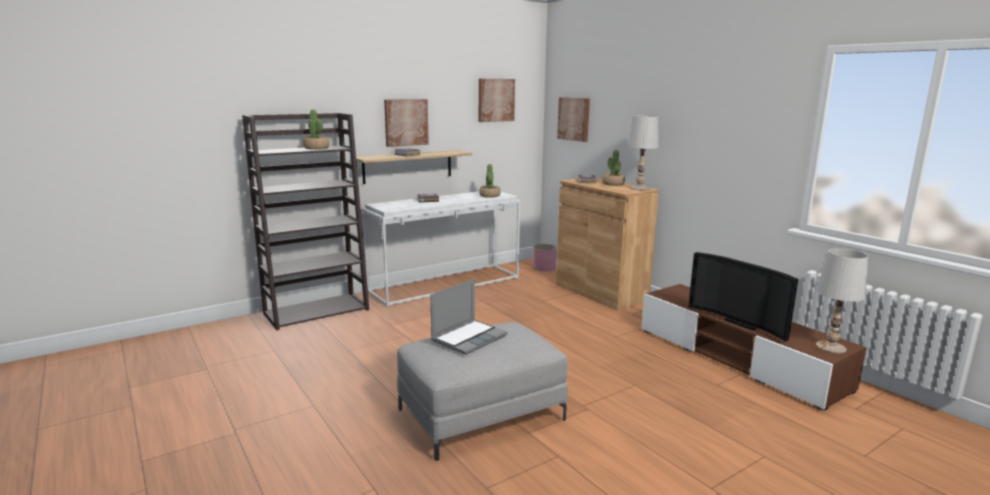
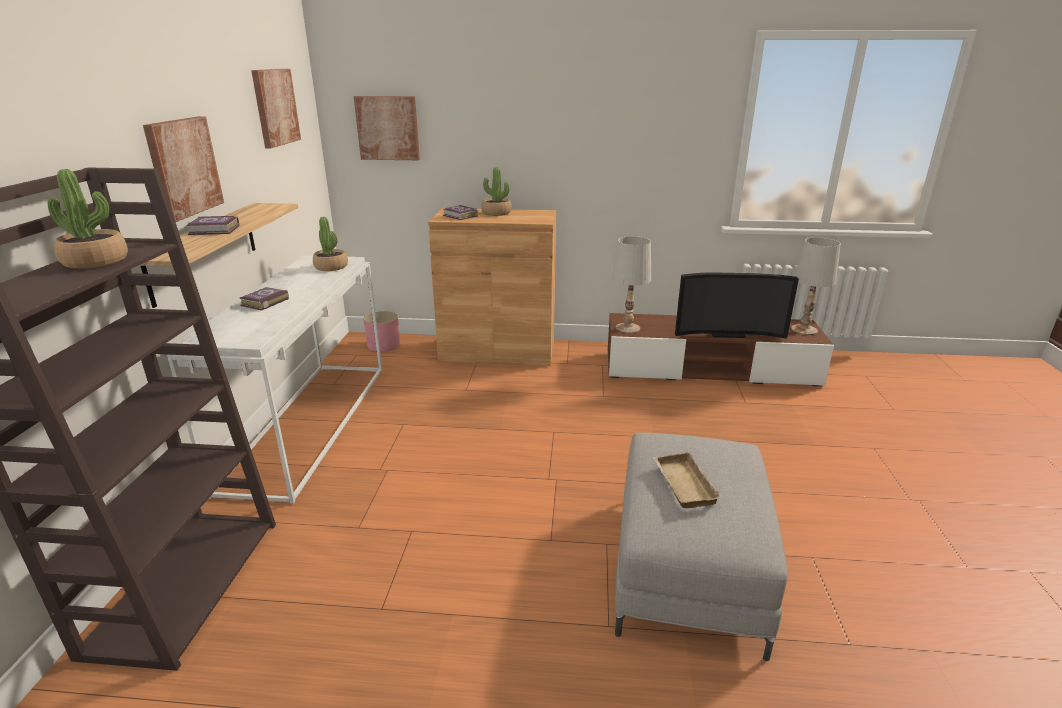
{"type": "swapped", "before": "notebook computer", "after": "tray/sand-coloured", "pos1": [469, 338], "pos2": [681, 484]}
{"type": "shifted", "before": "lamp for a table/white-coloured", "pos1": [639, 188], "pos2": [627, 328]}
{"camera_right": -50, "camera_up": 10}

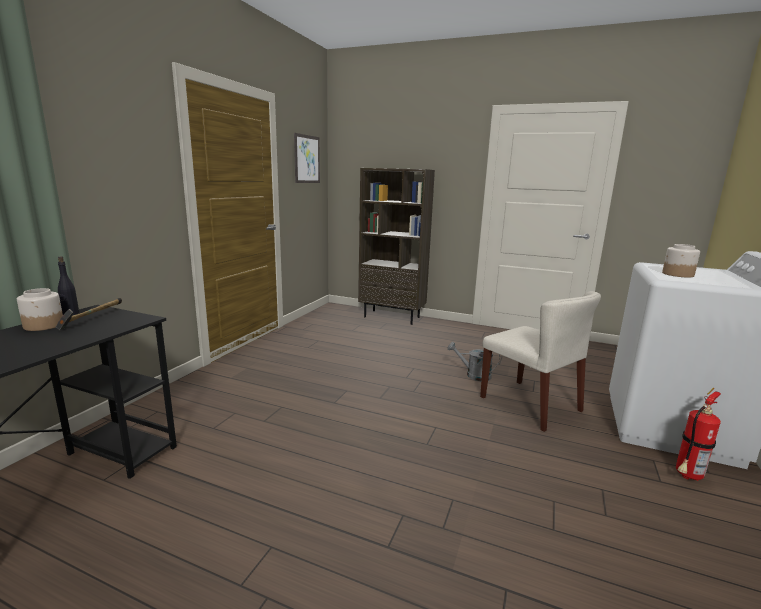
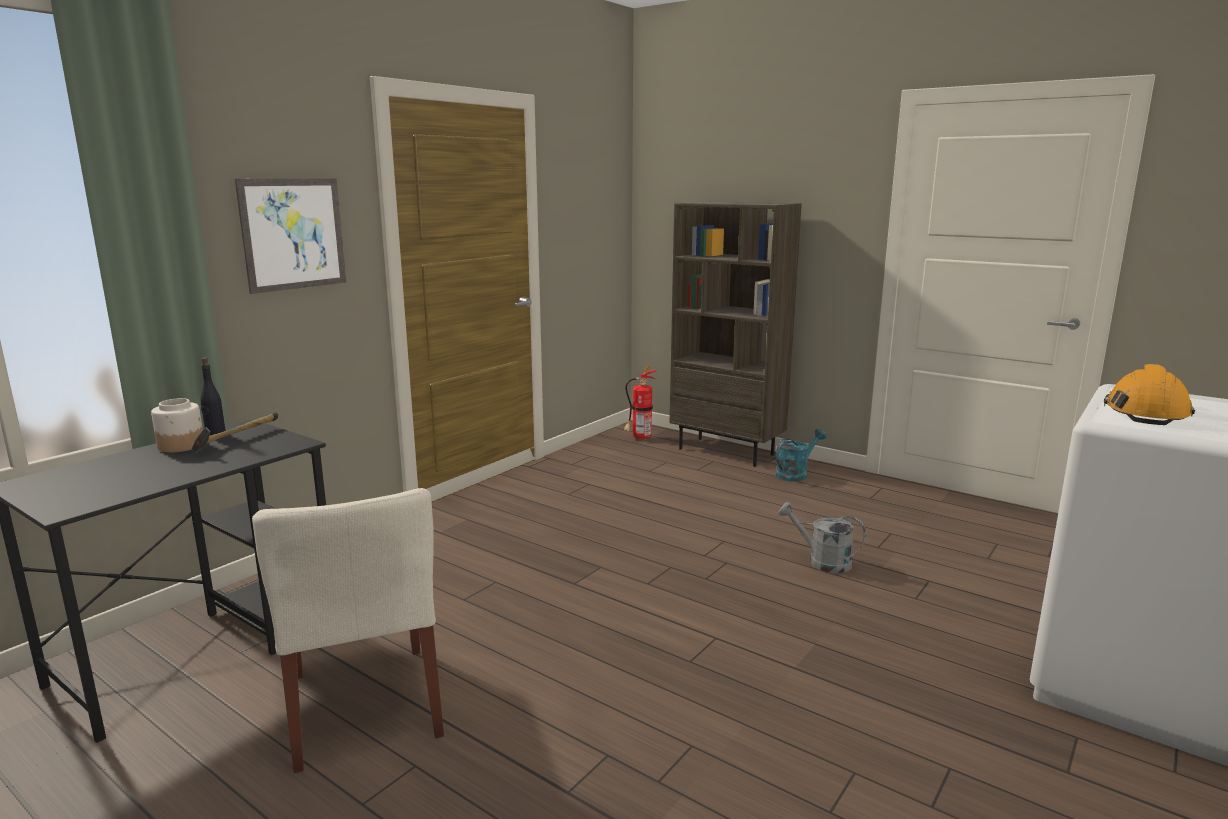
{"type": "shifted", "before": "wall picture", "pos1": [307, 159], "pos2": [293, 234]}
{"type": "shifted", "before": "upright chair/sand-coloured", "pos1": [531, 404], "pos2": [365, 705]}
{"type": "swapped", "before": "storage jar", "after": "work helmet/orangey", "pos1": [677, 274], "pos2": [1145, 412]}
{"type": "shifted", "before": "fire extinguisher", "pos1": [687, 476], "pos2": [639, 438]}
{"type": "new", "after": "sprinkling can/blue-green", "pos2": [795, 474]}
{"camera_right": 15, "camera_up": 0}

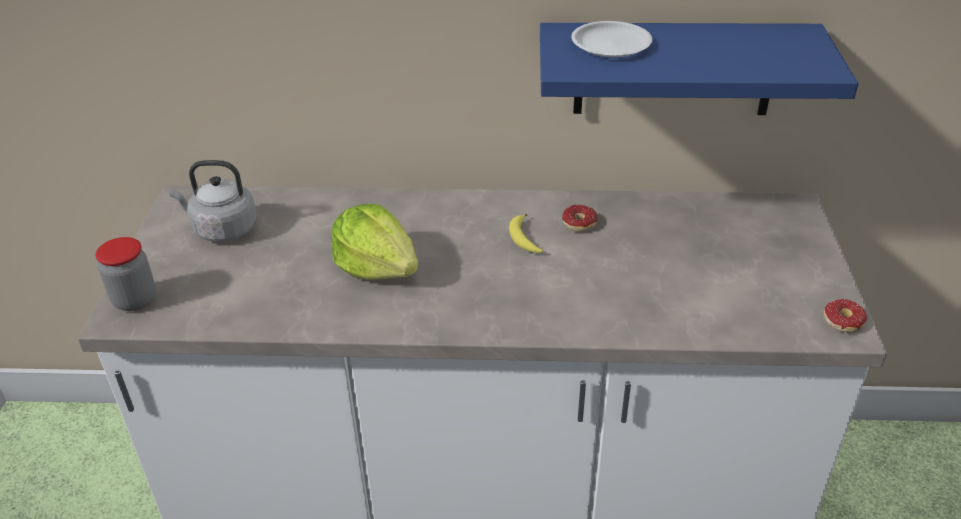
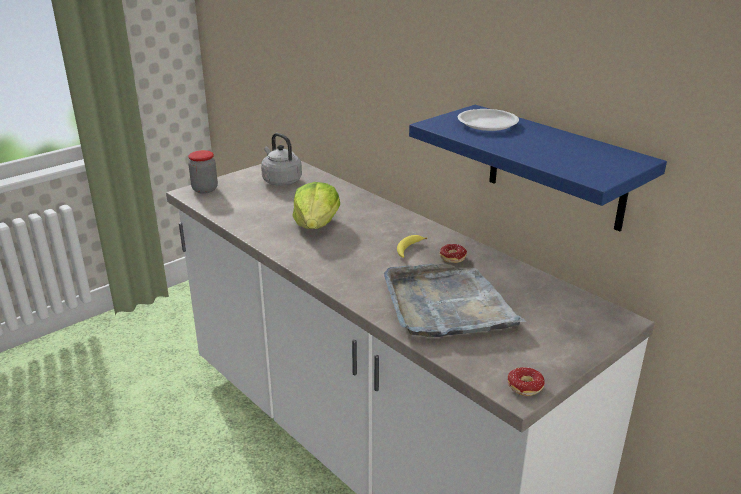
{"type": "new", "after": "tray/gray", "pos2": [447, 305]}
{"camera_right": 45, "camera_up": -10}

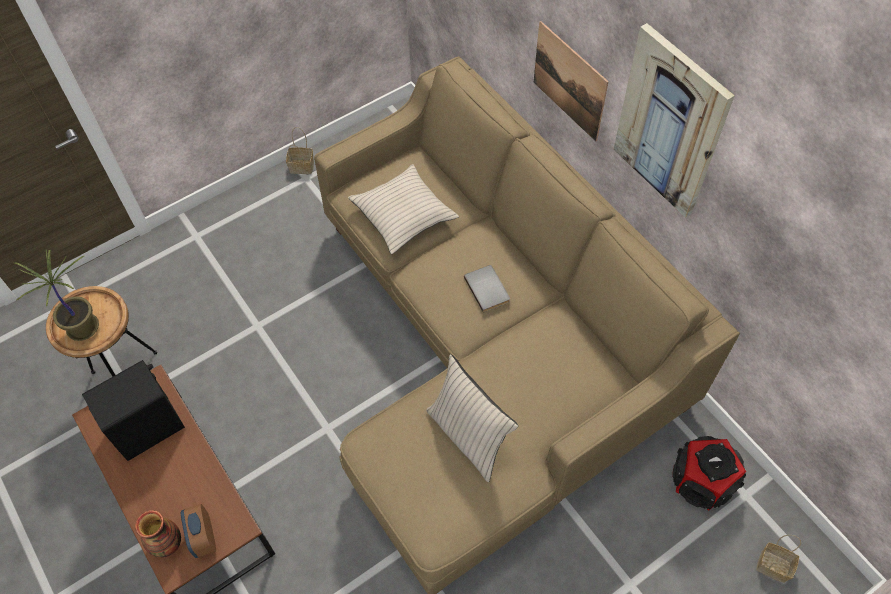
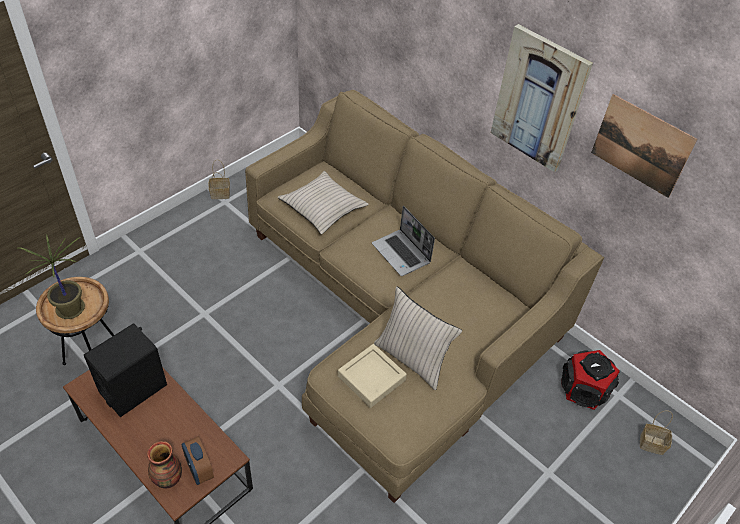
{"type": "swapped", "before": "book/gray", "after": "notebook computer", "pos1": [488, 289], "pos2": [402, 254]}
{"type": "shifted", "before": "wall picture", "pos1": [569, 81], "pos2": [641, 146]}
{"type": "new", "after": "tray/sand-coloured", "pos2": [371, 378]}
{"camera_right": -15, "camera_up": -10}

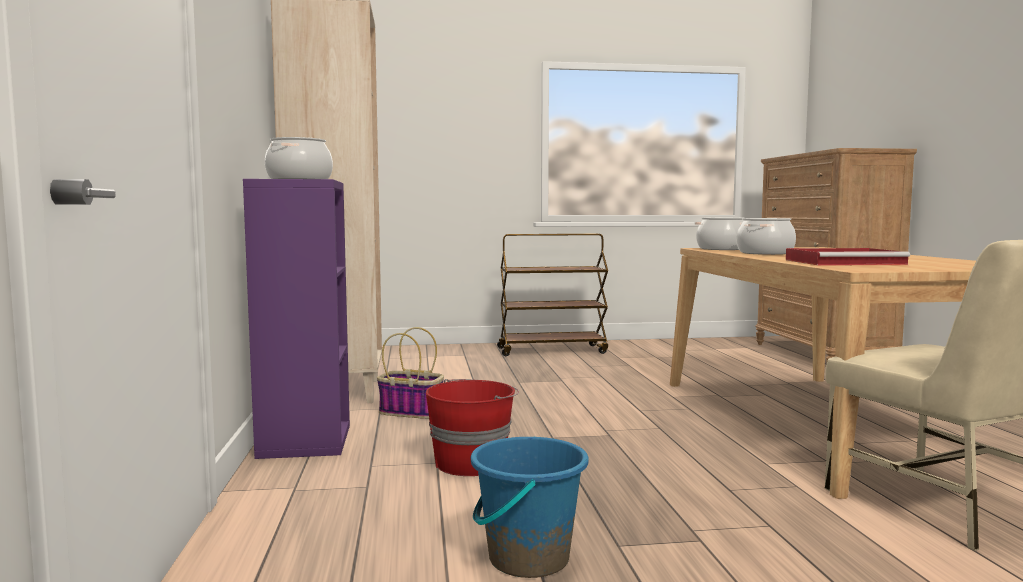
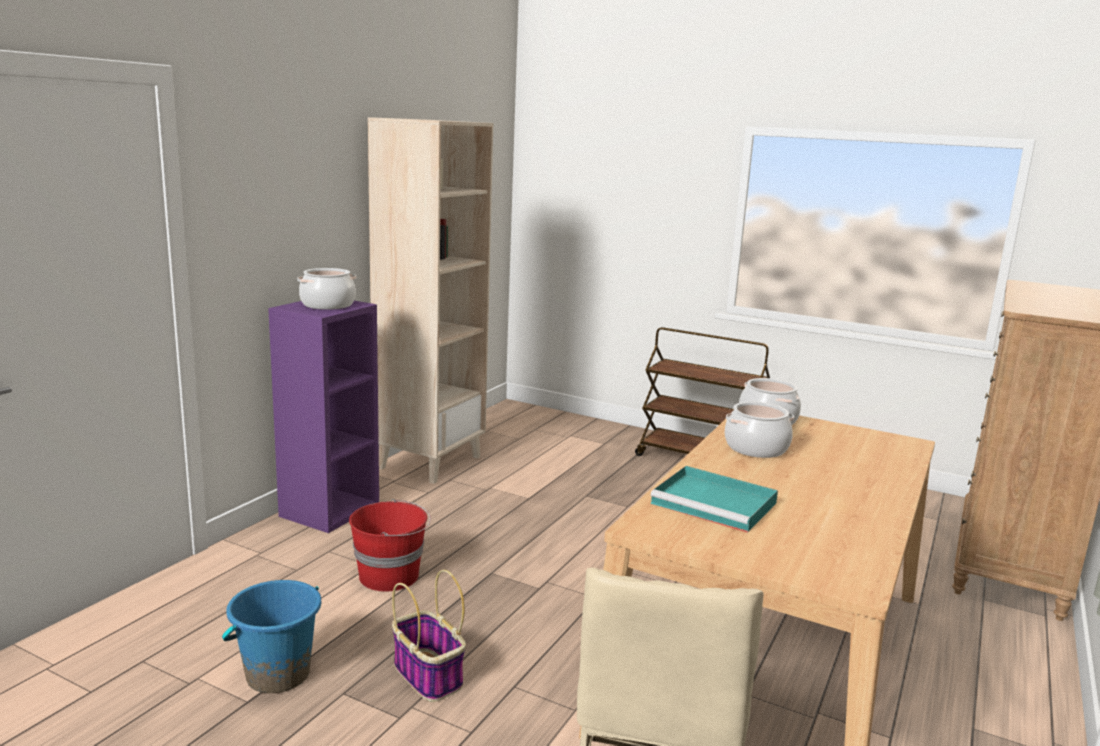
{"type": "shifted", "before": "household basket", "pos1": [412, 412], "pos2": [429, 676]}
{"type": "repainted", "before": "tray/red-coloured", "after": "tray/blue-green", "pos1": [846, 262], "pos2": [716, 503]}
{"camera_right": 35, "camera_up": 10}

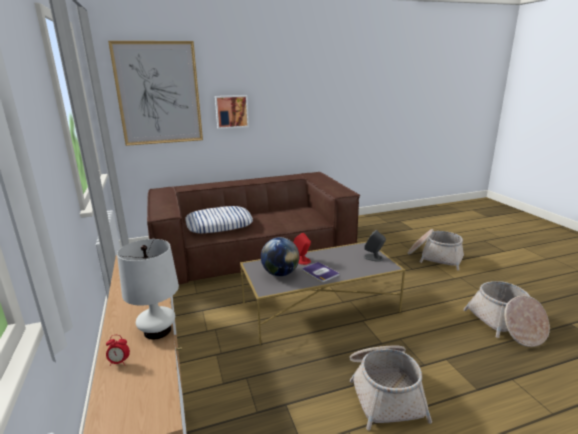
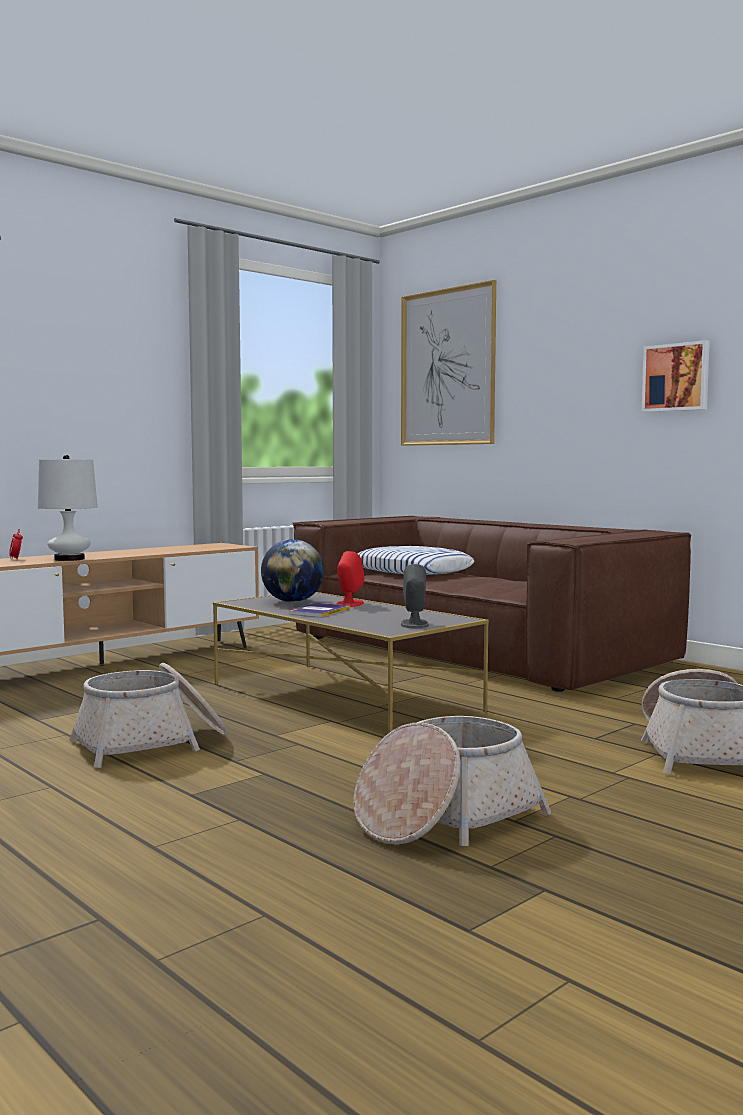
{"type": "shifted", "before": "wall picture", "pos1": [231, 111], "pos2": [676, 377]}
{"camera_right": 65, "camera_up": -15}

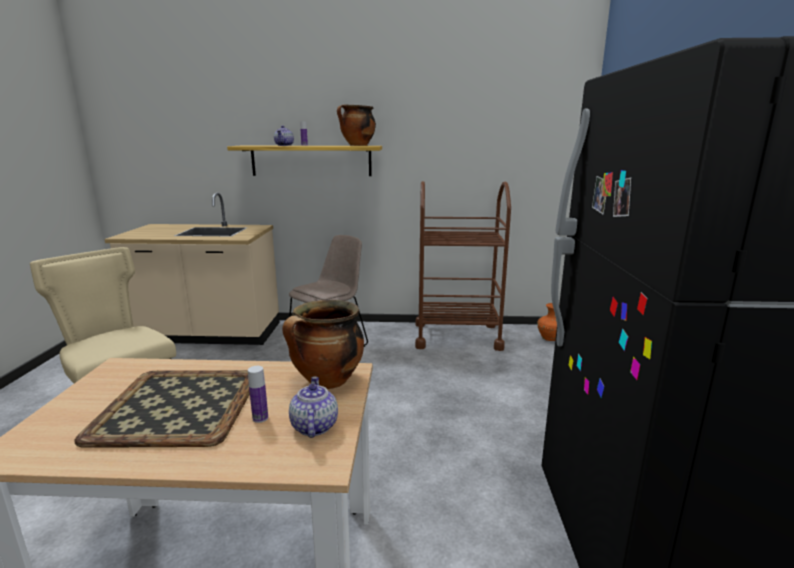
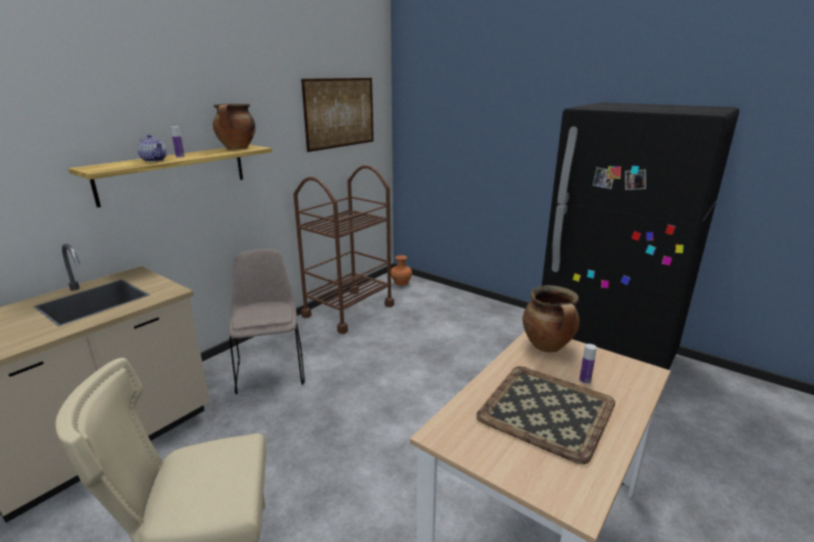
{"type": "gone", "before": "tea pot", "pos1": [313, 426]}
{"type": "new", "after": "wall picture", "pos2": [340, 113]}
{"camera_right": -55, "camera_up": 5}

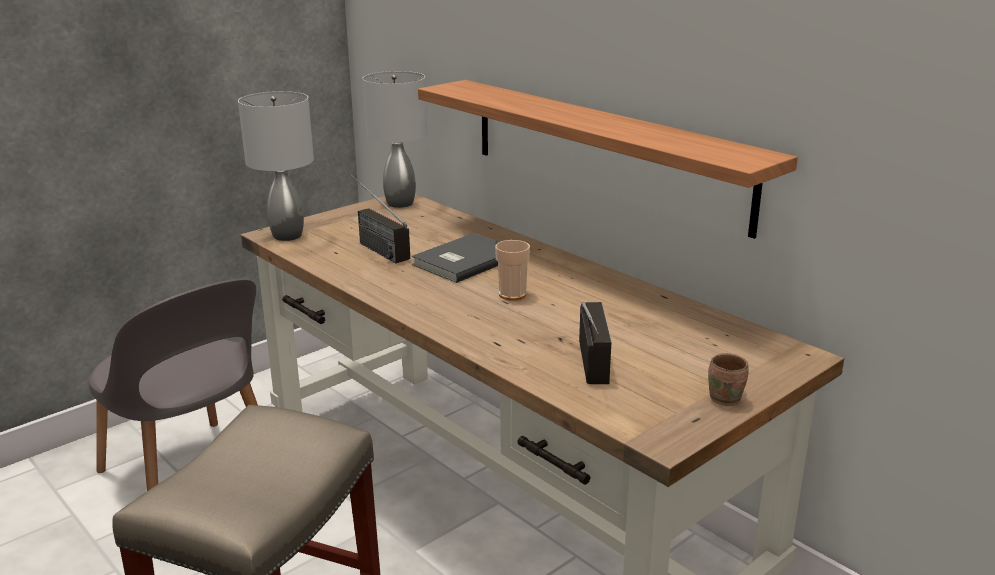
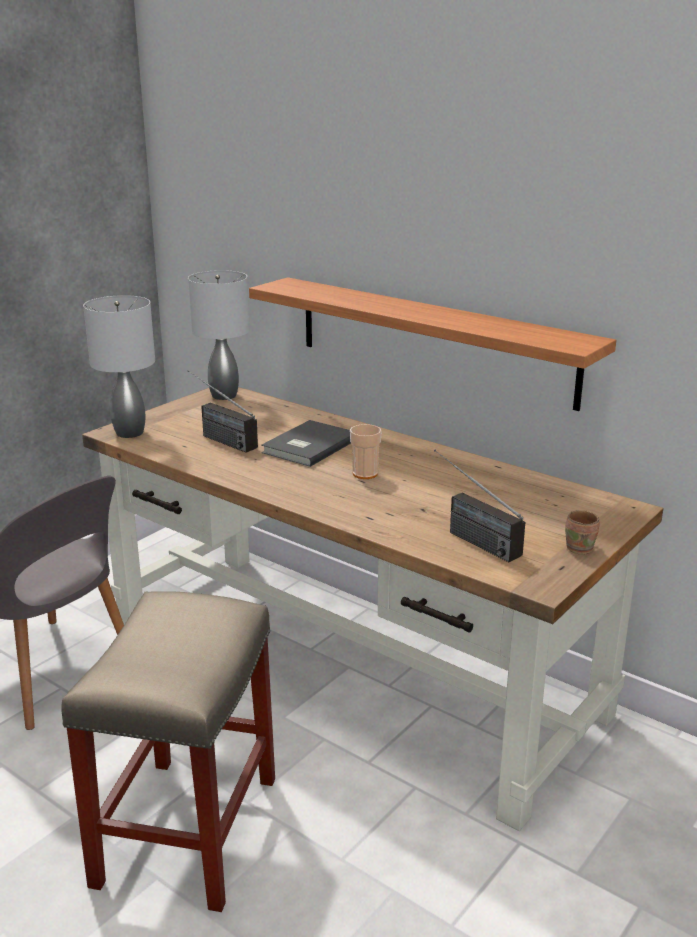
{"type": "rotated", "before": "radio", "pos1": [598, 374], "pos2": [467, 537], "turn": 150}
{"camera_right": -10, "camera_up": 0}

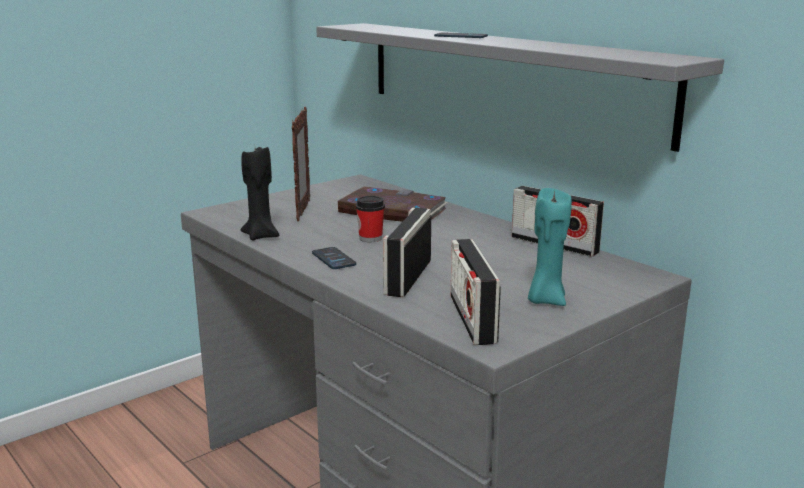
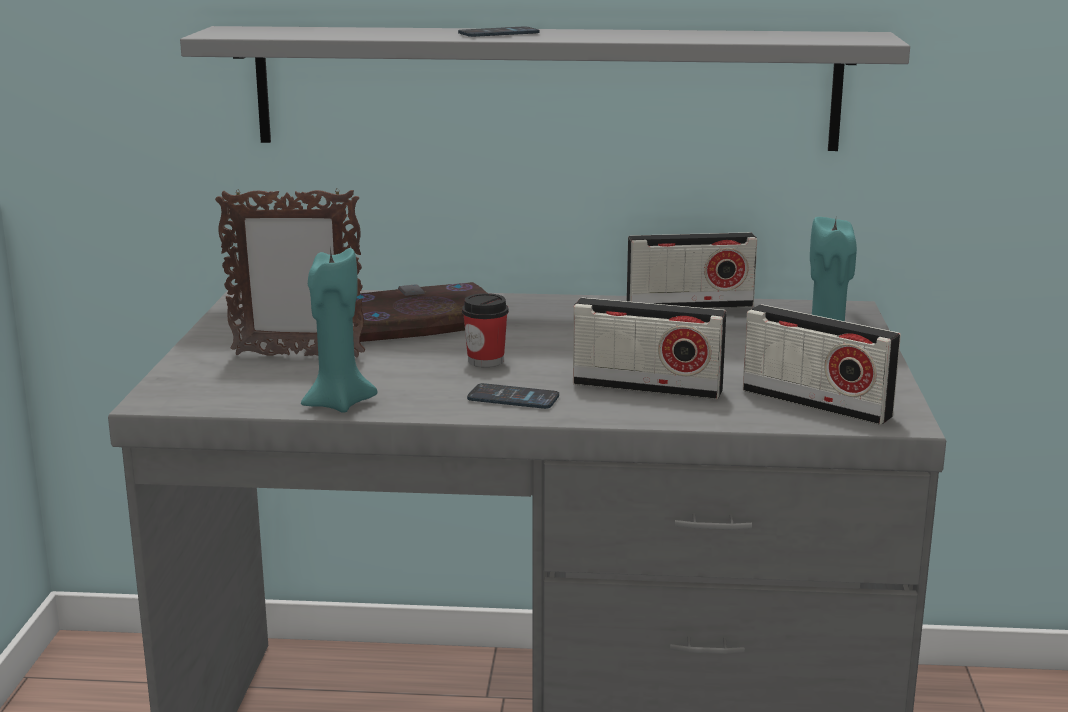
{"type": "repainted", "before": "candle/black-coloured", "after": "candle/blue-green", "pos1": [261, 236], "pos2": [338, 403]}
{"type": "rotated", "before": "photo frame", "pos1": [303, 210], "pos2": [297, 355], "turn": 135}
{"type": "rotated", "before": "radio", "pos1": [408, 277], "pos2": [647, 387], "turn": -45}
{"camera_right": -45, "camera_up": 0}

